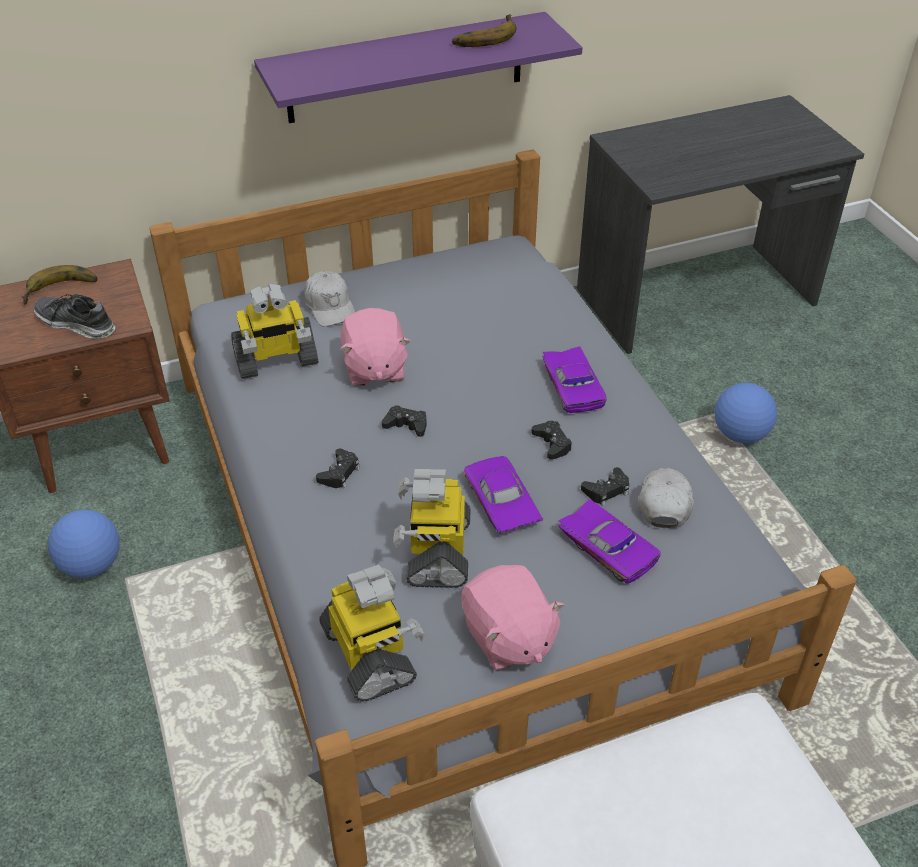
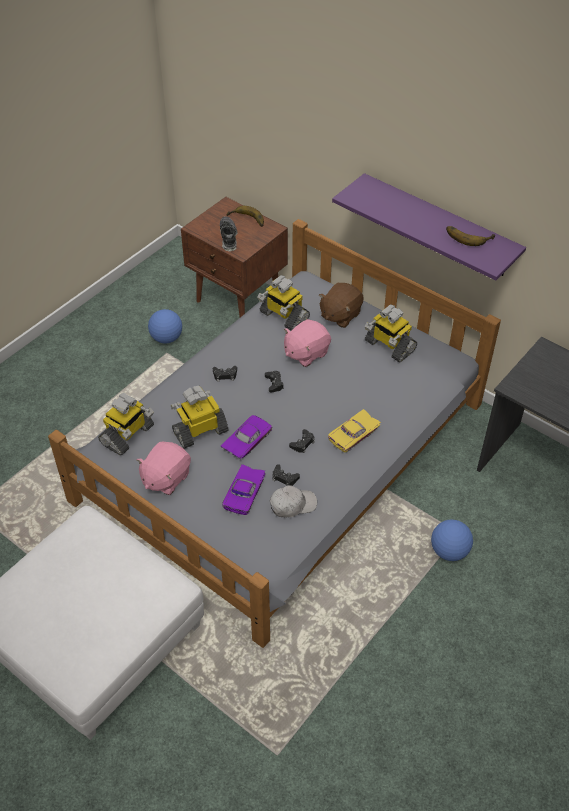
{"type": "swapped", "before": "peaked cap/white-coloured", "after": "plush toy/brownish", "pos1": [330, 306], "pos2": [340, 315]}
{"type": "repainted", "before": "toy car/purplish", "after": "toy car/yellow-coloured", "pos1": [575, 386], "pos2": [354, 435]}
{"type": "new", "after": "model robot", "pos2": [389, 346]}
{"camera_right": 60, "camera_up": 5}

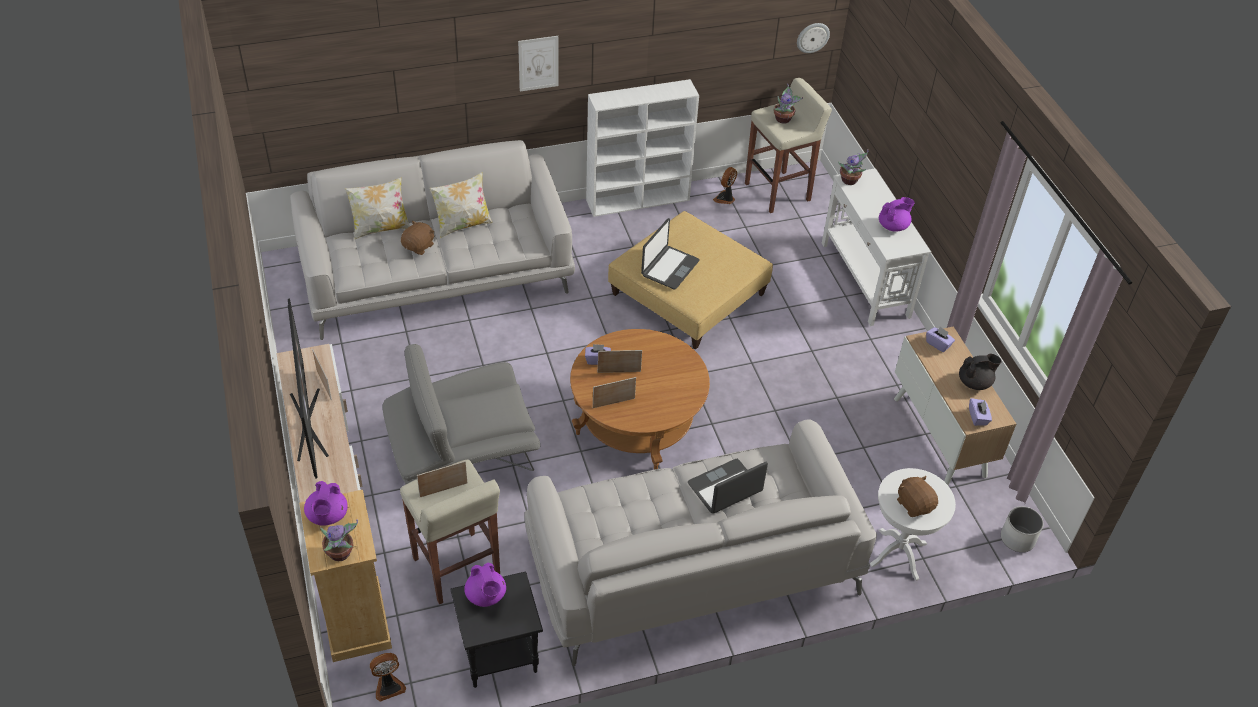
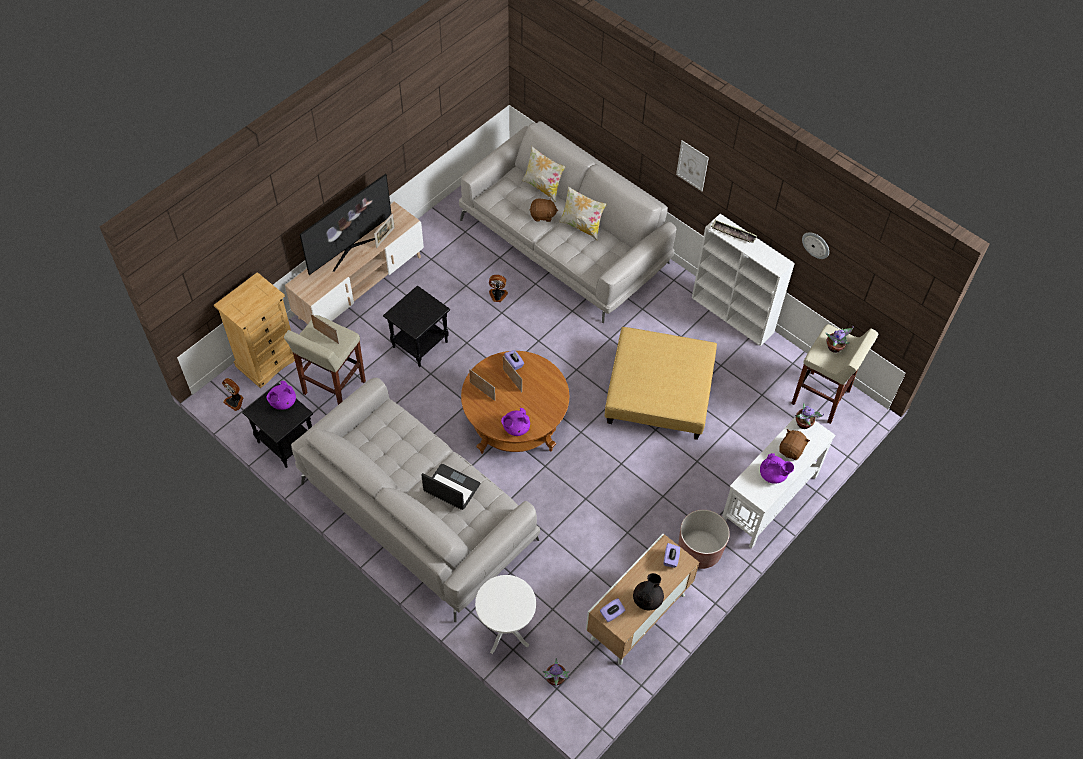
{"type": "shifted", "before": "tea pot/purplish", "pos1": [327, 516], "pos2": [515, 428]}
{"type": "shifted", "before": "houseplant", "pos1": [340, 554], "pos2": [555, 679]}
{"type": "swapped", "before": "easy chair/gray", "after": "end table/black-coloured", "pos1": [463, 455], "pos2": [420, 343]}
{"type": "gone", "before": "notebook computer", "pos1": [669, 268]}
{"type": "shifted", "before": "cooling fan", "pos1": [725, 199], "pos2": [497, 296]}
{"type": "shifted", "before": "clock on the wall", "pos1": [812, 37], "pos2": [816, 245]}
{"type": "shifted", "before": "plush toy/brownish", "pos1": [914, 504], "pos2": [791, 450]}
{"type": "rotated", "before": "tea pot/black-coloured", "pos1": [975, 382], "pos2": [647, 599], "turn": -105}
{"type": "gone", "before": "plant pot/white-coloured", "pos1": [1018, 539]}
{"type": "new", "after": "plant pot/brownish", "pos2": [699, 550]}
{"type": "new", "after": "tray", "pos2": [733, 233]}
{"camera_right": 60, "camera_up": 10}

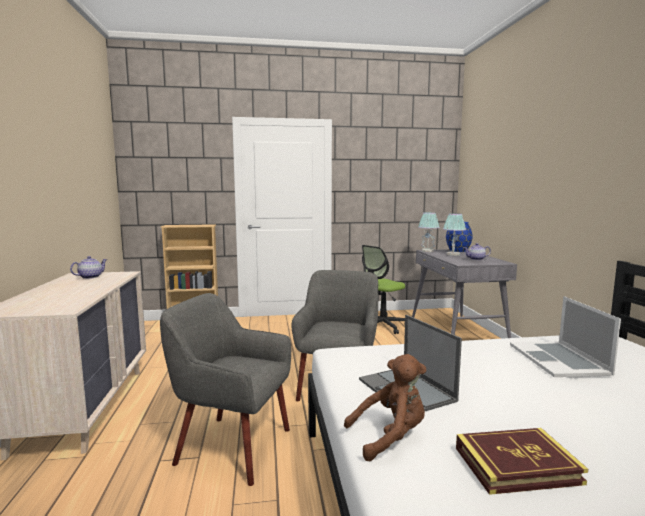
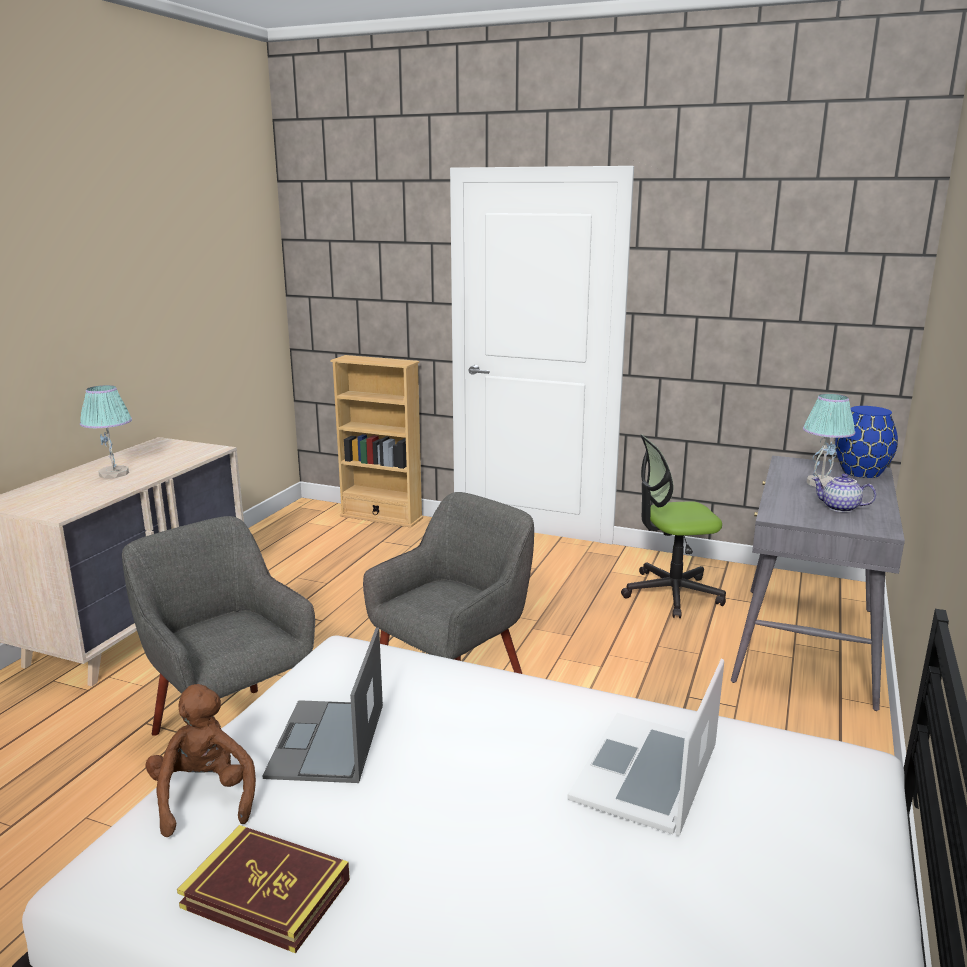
{"type": "gone", "before": "tea pot", "pos1": [90, 277]}
{"type": "rotated", "before": "plush toy/brownish", "pos1": [390, 437], "pos2": [205, 797], "turn": -120}
{"type": "shifted", "before": "lamp for a table", "pos1": [428, 251], "pos2": [114, 474]}
{"camera_right": 30, "camera_up": 10}

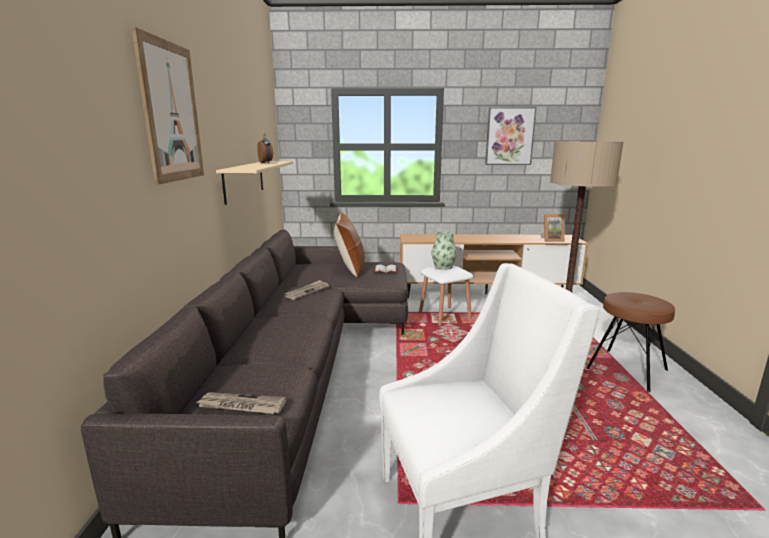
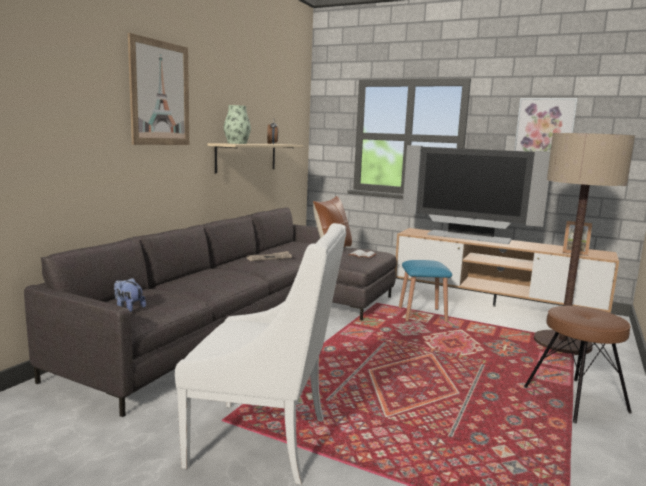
{"type": "swapped", "before": "daily paper", "after": "plush toy", "pos1": [241, 406], "pos2": [128, 308]}
{"type": "repainted", "before": "sitting stool/white-coloured", "after": "sitting stool/blue", "pos1": [444, 316], "pos2": [422, 315]}
{"type": "shifted", "before": "decorative vase", "pos1": [443, 267], "pos2": [237, 143]}
{"type": "new", "after": "TV", "pos2": [468, 237]}
{"camera_right": 25, "camera_up": -5}

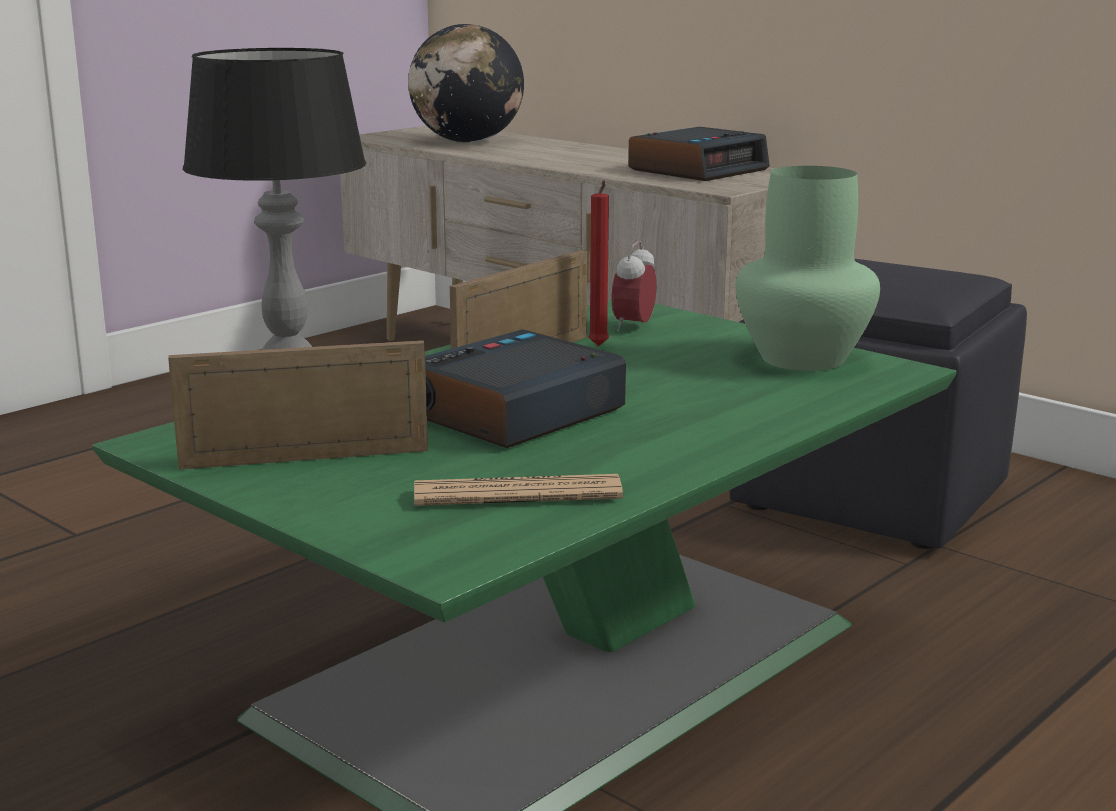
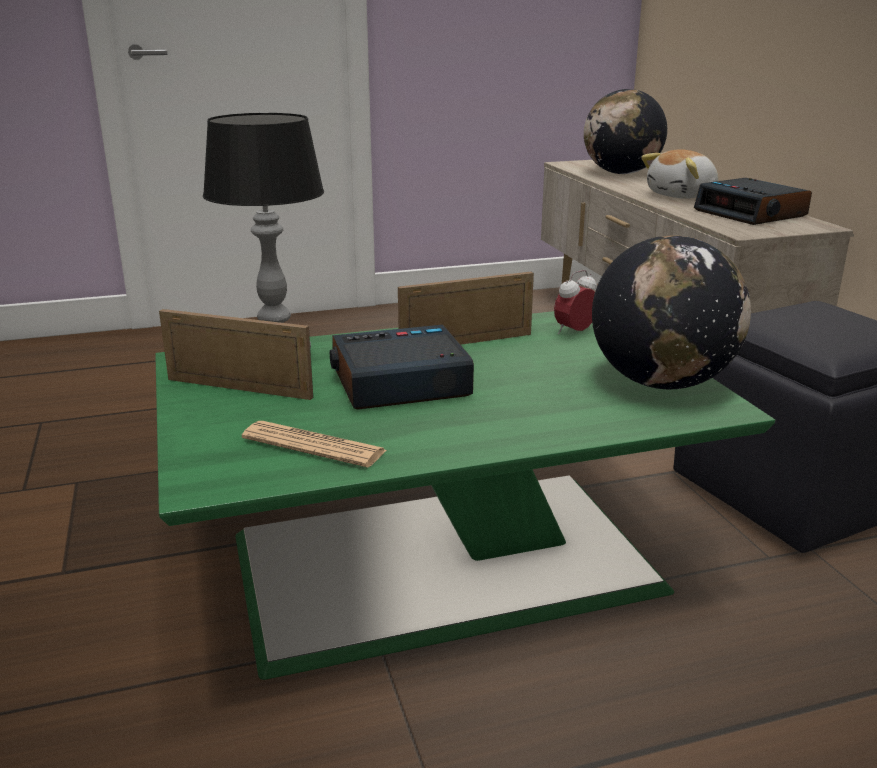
{"type": "gone", "before": "candle/red-coloured", "pos1": [598, 347]}
{"type": "rotated", "before": "alarm clock", "pos1": [698, 169], "pos2": [751, 213], "turn": 75}
{"type": "swapped", "before": "decorative vase/green", "after": "desk globe", "pos1": [803, 358], "pos2": [662, 383]}
{"type": "new", "after": "plush toy", "pos2": [682, 196]}
{"camera_right": 30, "camera_up": 5}

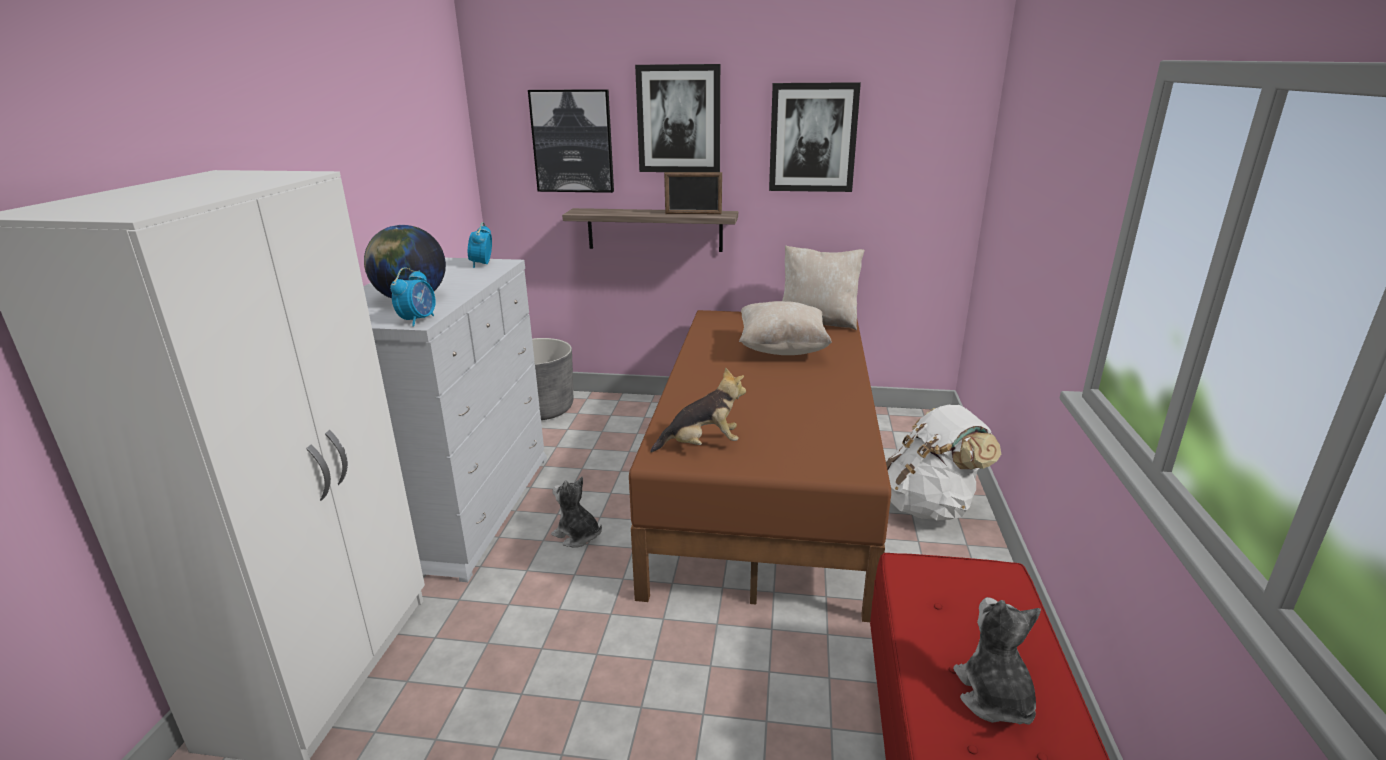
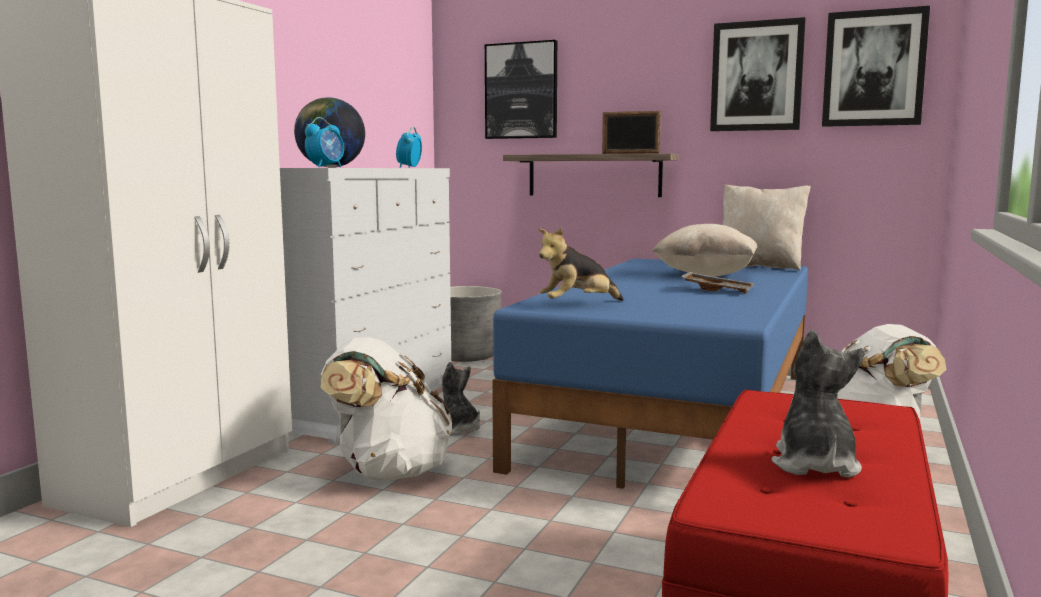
{"type": "repainted", "before": "bed/brownish", "after": "bed/blue", "pos1": [766, 483], "pos2": [678, 416]}
{"type": "shifted", "before": "wall picture", "pos1": [679, 119], "pos2": [874, 68]}
{"type": "rotated", "before": "plush toy", "pos1": [702, 445], "pos2": [577, 305], "turn": 150}
{"type": "new", "after": "knapsack/white-coloured", "pos2": [388, 472]}
{"type": "new", "after": "tray/gray", "pos2": [717, 290]}
{"camera_right": 15, "camera_up": -15}

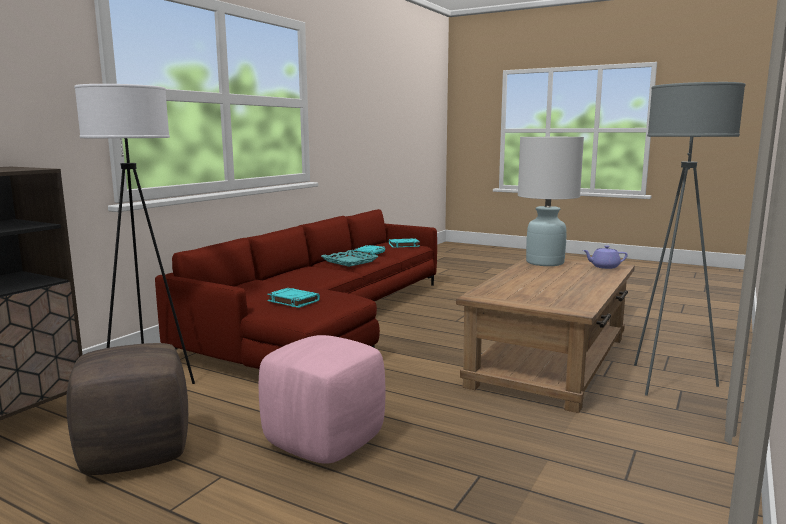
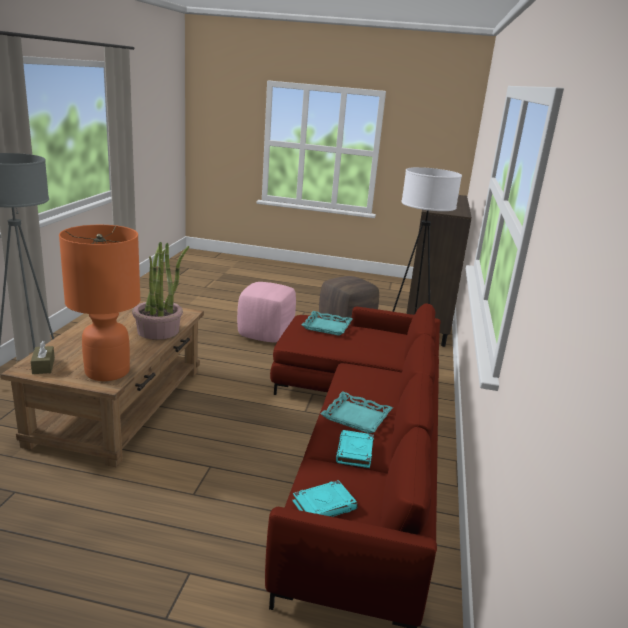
{"type": "swapped", "before": "book/blue-green", "after": "tray/blue-green", "pos1": [292, 301], "pos2": [327, 326]}
{"type": "repainted", "before": "lamp for a table/white-coloured", "after": "lamp for a table/orangey", "pos1": [545, 262], "pos2": [107, 371]}
{"type": "swapped", "before": "tea pot/purplish", "after": "tissue box/brownish", "pos1": [604, 267], "pos2": [43, 366]}
{"type": "new", "after": "houseplant", "pos2": [158, 330]}
{"camera_right": 160, "camera_up": 10}

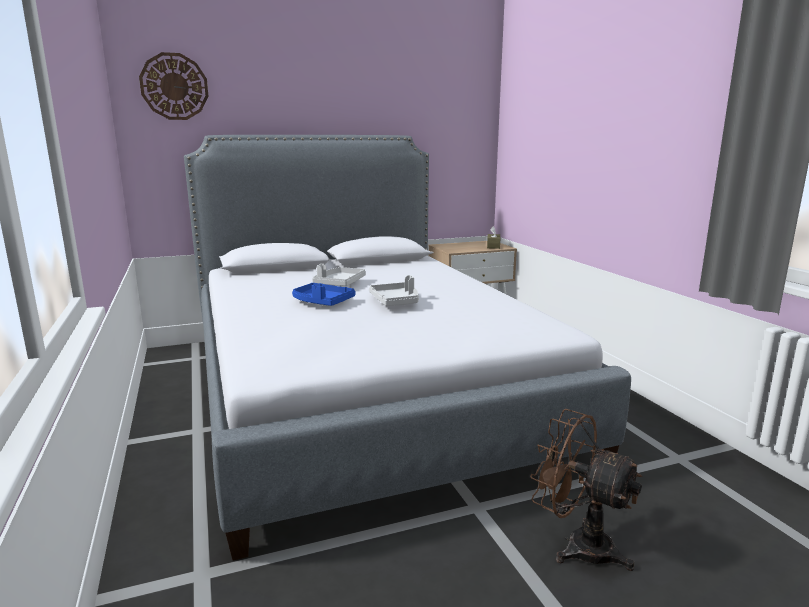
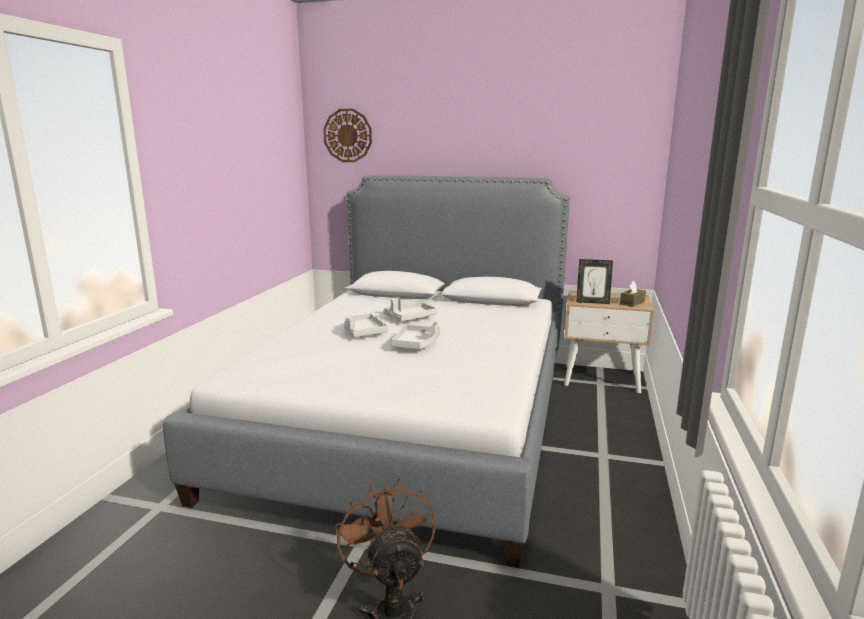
{"type": "repainted", "before": "tray/blue", "after": "tray/gray", "pos1": [322, 302], "pos2": [363, 332]}
{"type": "new", "after": "photo frame", "pos2": [592, 302]}
{"camera_right": 35, "camera_up": 0}

